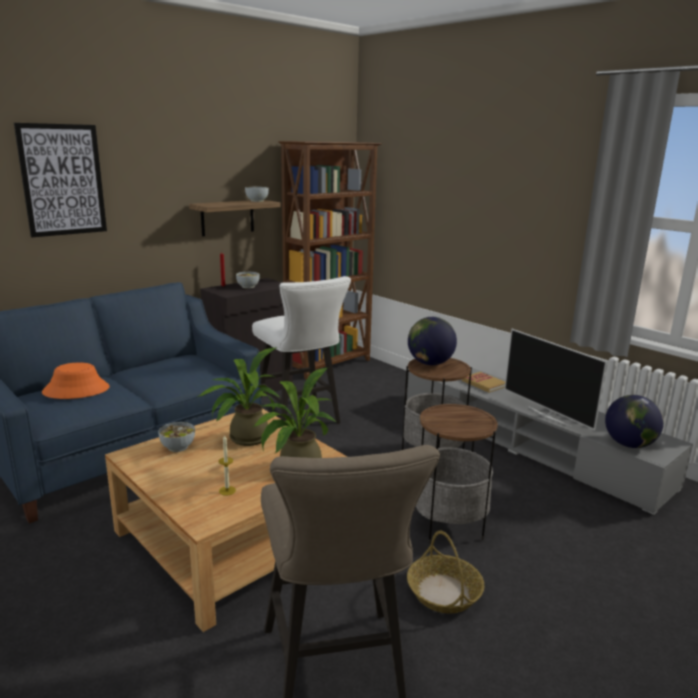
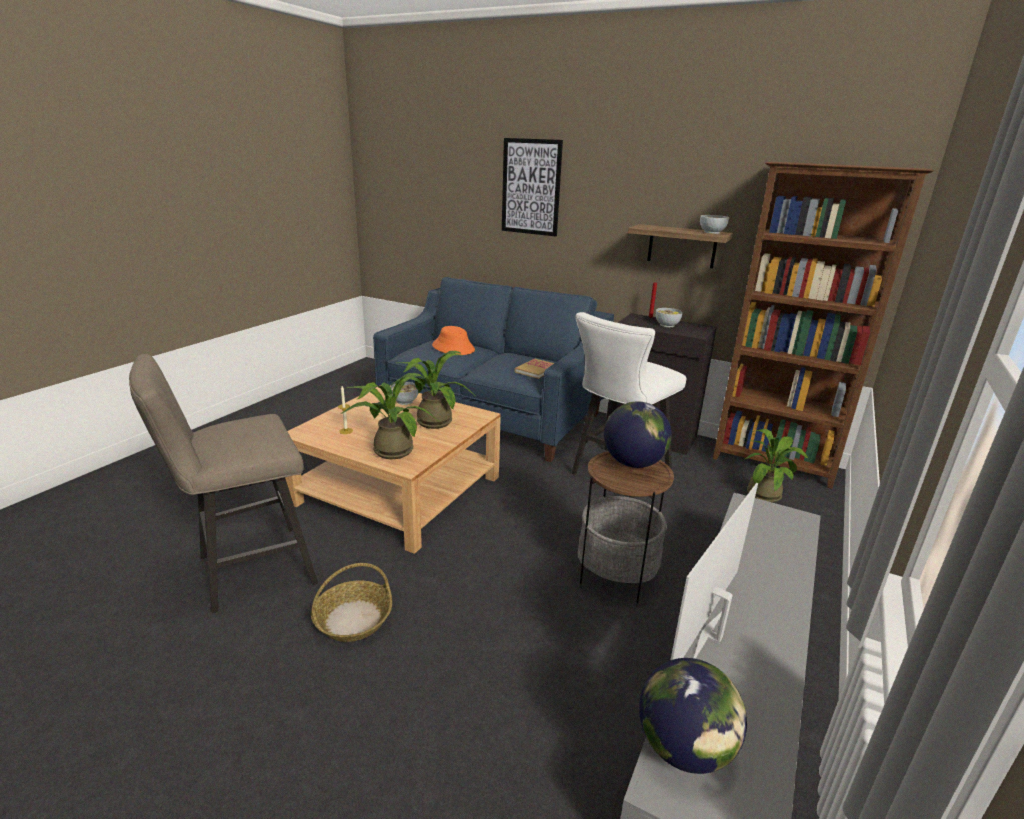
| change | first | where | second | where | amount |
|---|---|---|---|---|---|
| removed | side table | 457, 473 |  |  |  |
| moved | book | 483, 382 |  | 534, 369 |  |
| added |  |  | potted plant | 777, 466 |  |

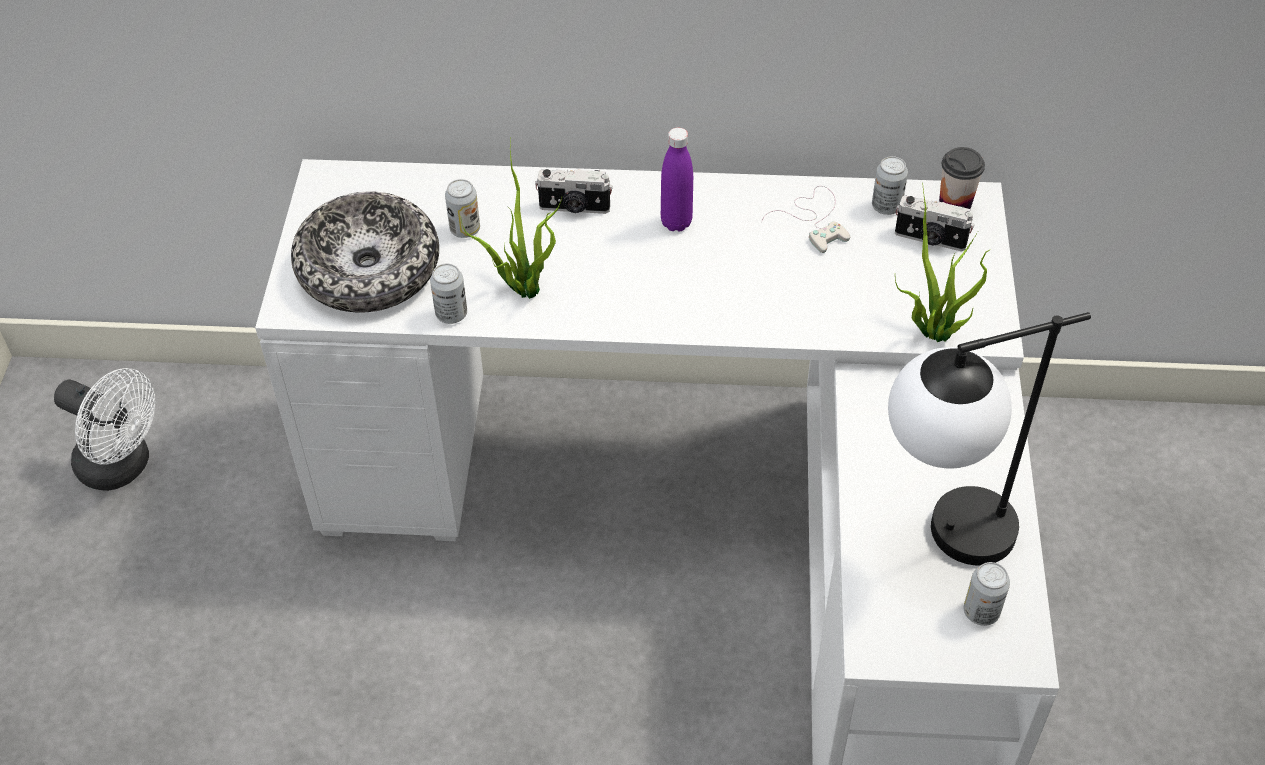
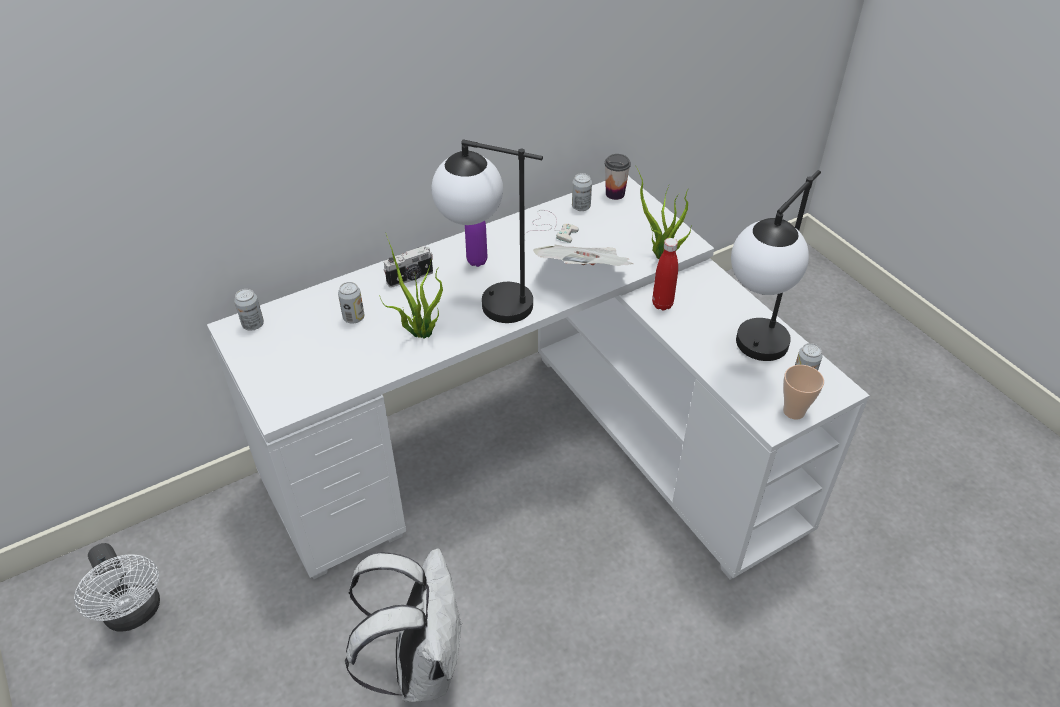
| change | first | where | second | where | amount |
|---|---|---|---|---|---|
| turned | white fan | 104, 429 |  | 117, 587 | 60 degrees clockwise |
| removed | bowl | 365, 252 |  |  |  |
| moved | can | 448, 294 |  | 249, 310 |  |
| removed | photo camera | 934, 223 |  |  |  |
| added |  |  | white backpack | 404, 625 |  |
| added |  |  | table lamp | 487, 231 |  |
| added |  |  | newspaper | 583, 255 |  |
| added |  |  | red bottle | 665, 274 |  |
| added |  |  | cup | 803, 392 |  |

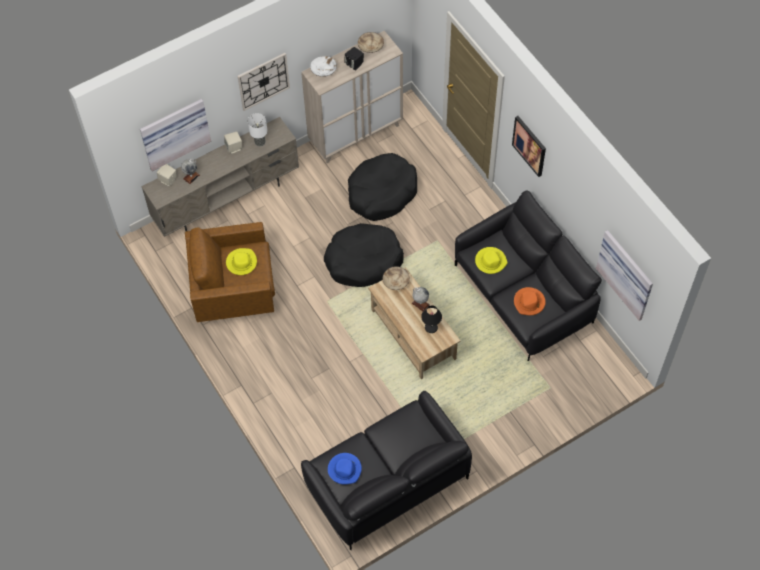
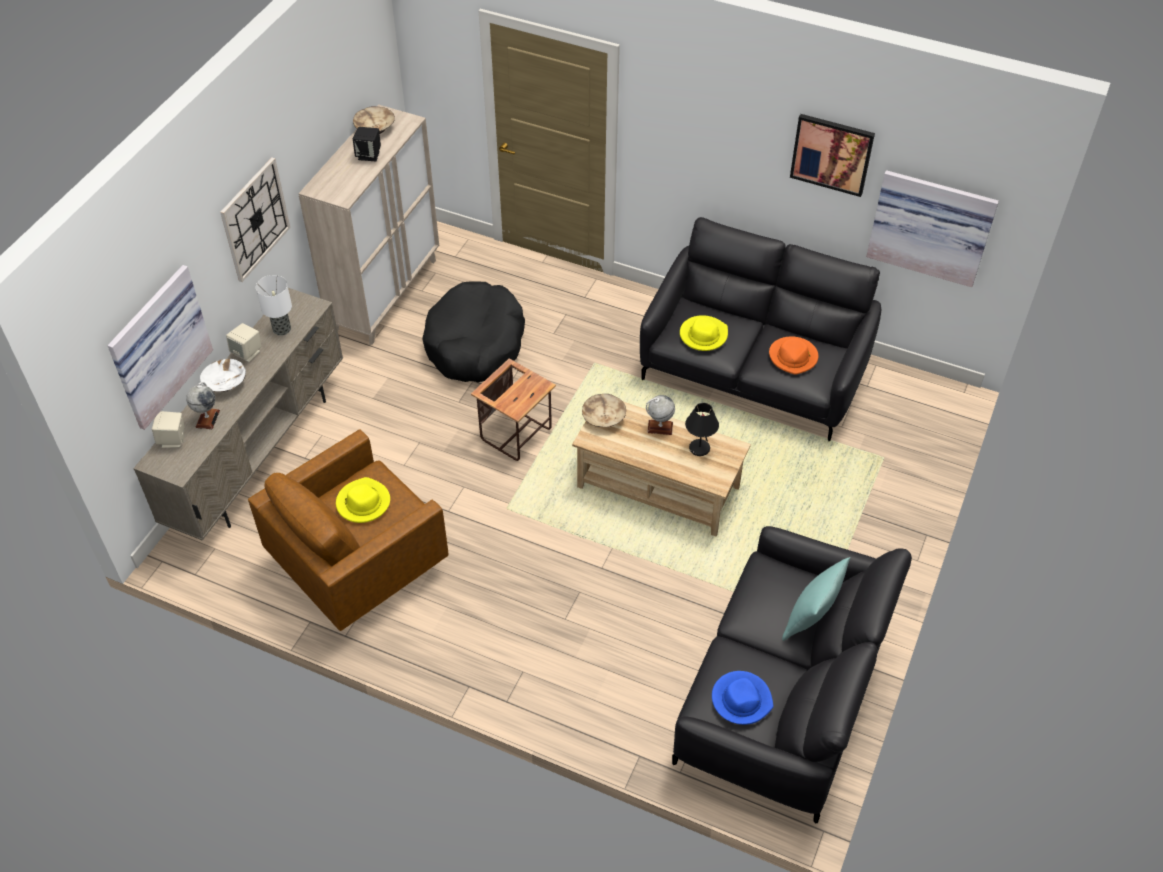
| change | first | where | second | where | amount |
|---|---|---|---|---|---|
| moved | white bowl | 323, 66 |  | 223, 375 |  |
| replaced | black dog bed | 364, 255 | side table | 513, 409 |  |
| moved | picture | 529, 146 |  | 832, 155 |  |
| added |  |  | turquoise pillow | 816, 599 |  |

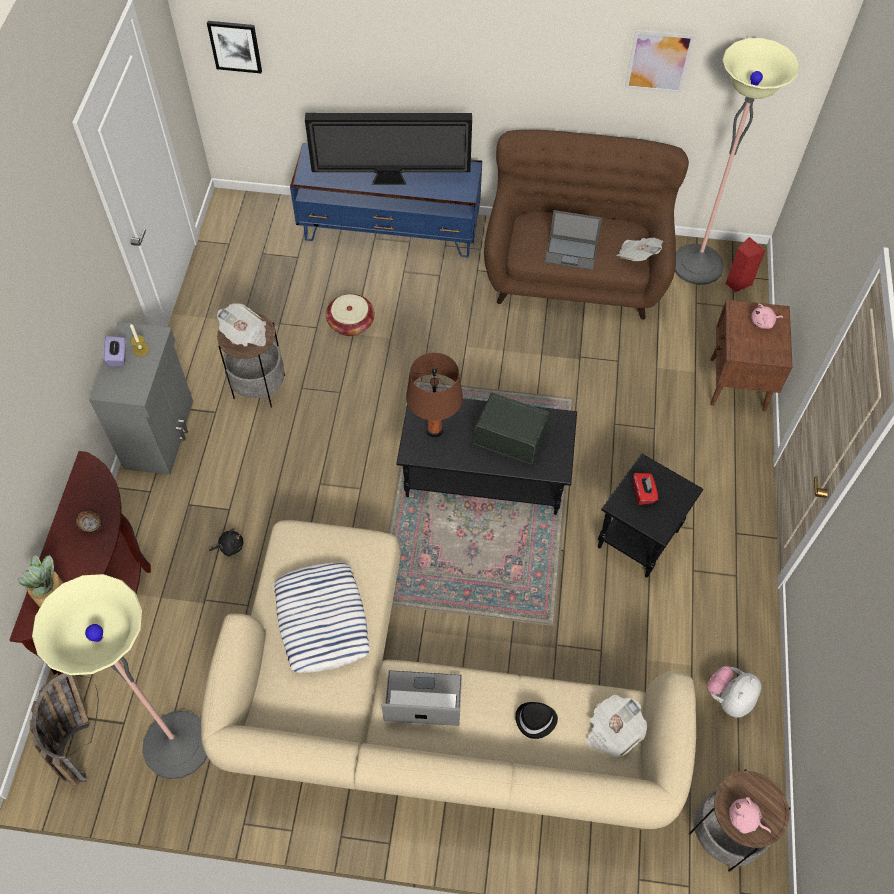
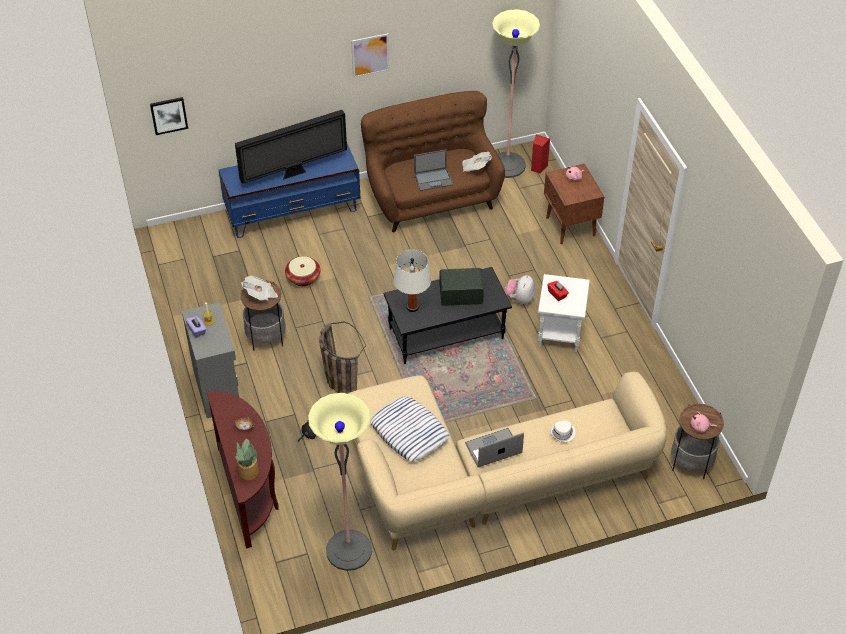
| change | first | where | second | where | amount |
|---|---|---|---|---|---|
| moved | basket | 64, 729 |  | 342, 357 |  |
| recoloured | brown table lamp | 434, 395 | white table lamp | 412, 281 |  |
| recoloured | black hat | 536, 720 | white hat | 563, 431 |  |
| removed | newspaper | 616, 727 |  |  |  |
| recoloured | black side table | 650, 515 | white side table | 564, 313 |  |
| moved | picture | 660, 61 |  | 370, 55 |  |
| moved | plush toy | 734, 692 |  | 520, 289 |  |

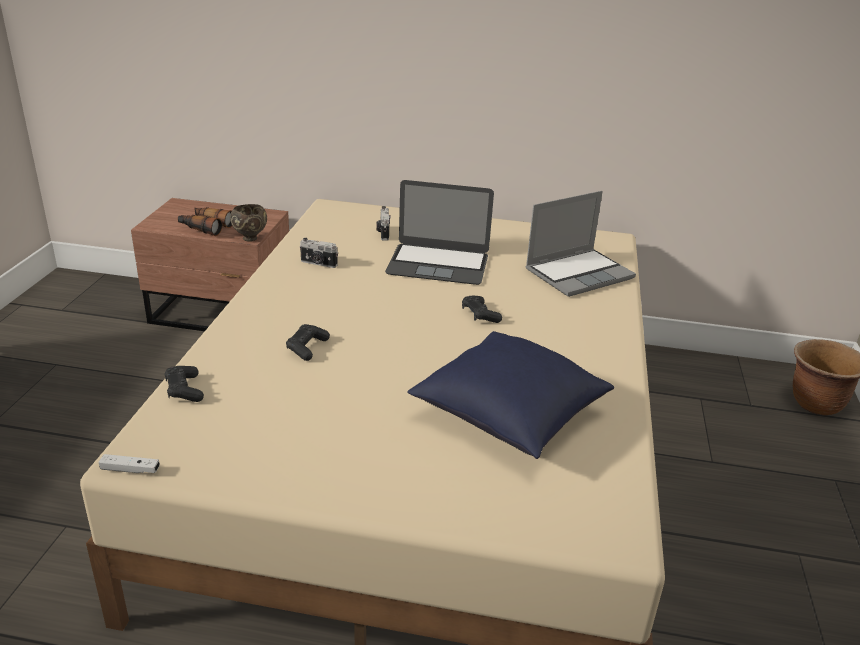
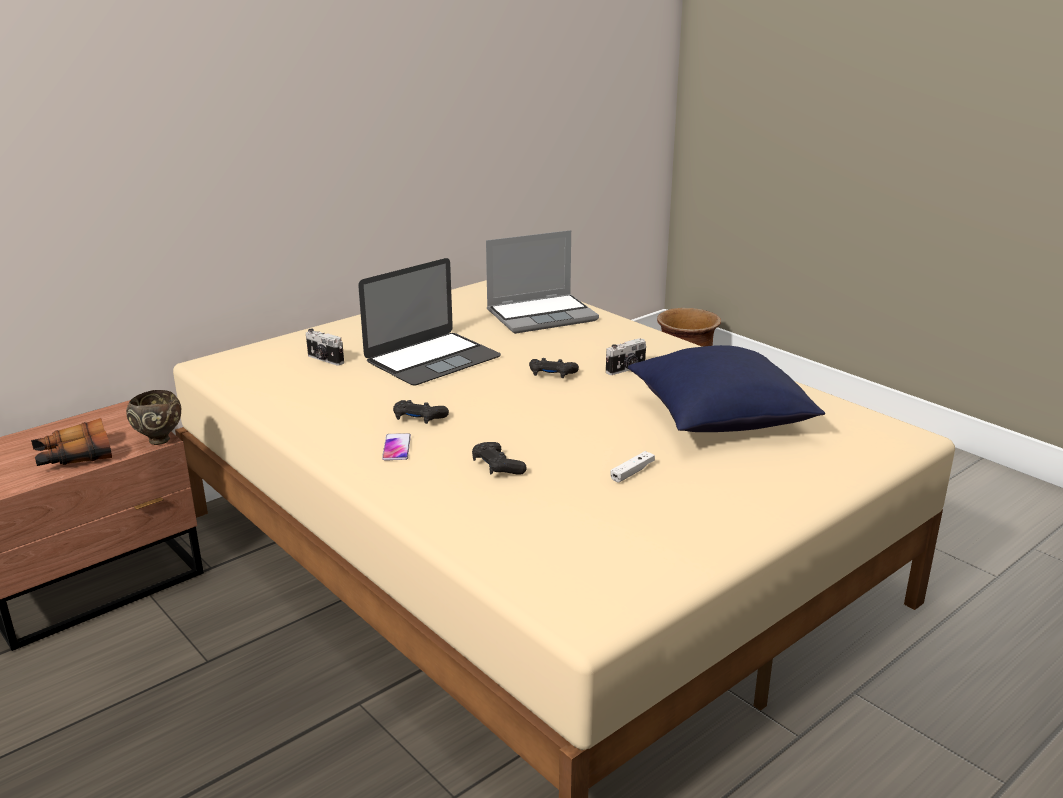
| change | first | where | second | where | amount |
|---|---|---|---|---|---|
| moved | white game controller | 129, 463 |  | 632, 467 |  |
| moved | black game controller | 184, 384 |  | 421, 412 |  |
| moved | photo camera | 319, 253 |  | 626, 356 |  |
| turned | laptop | 580, 244 |  | 542, 282 | 60 degrees clockwise |
| added |  |  | phone | 396, 447 |  |

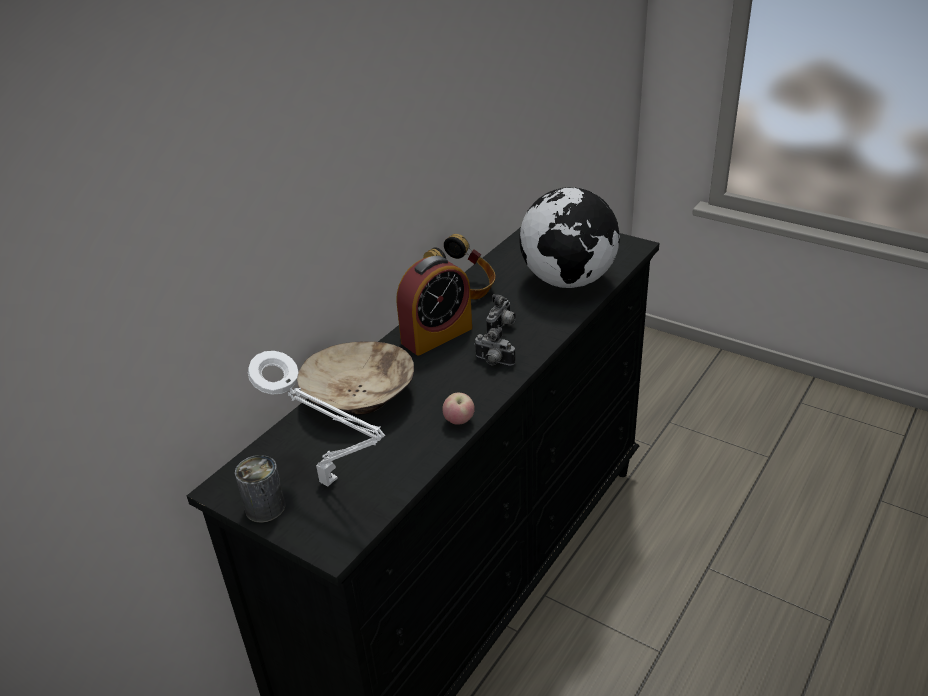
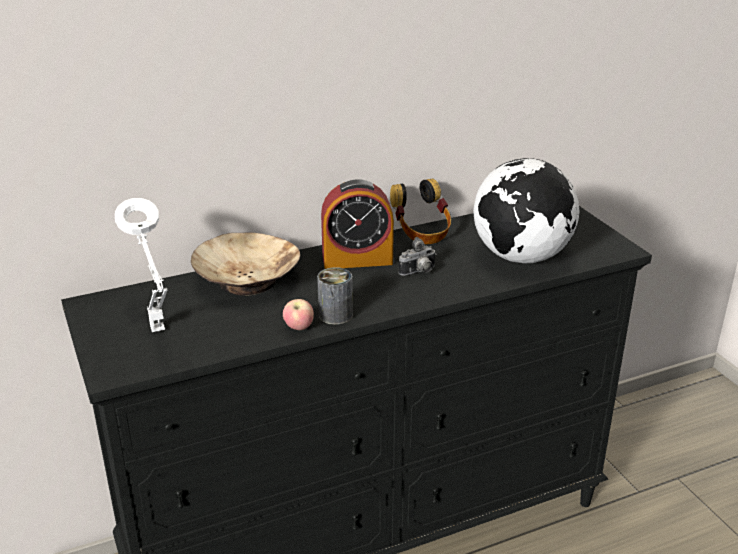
| change | first | where | second | where | amount |
|---|---|---|---|---|---|
| moved | can | 260, 489 |  | 335, 296 |  |
| removed | photo camera | 494, 346 |  |  |  |

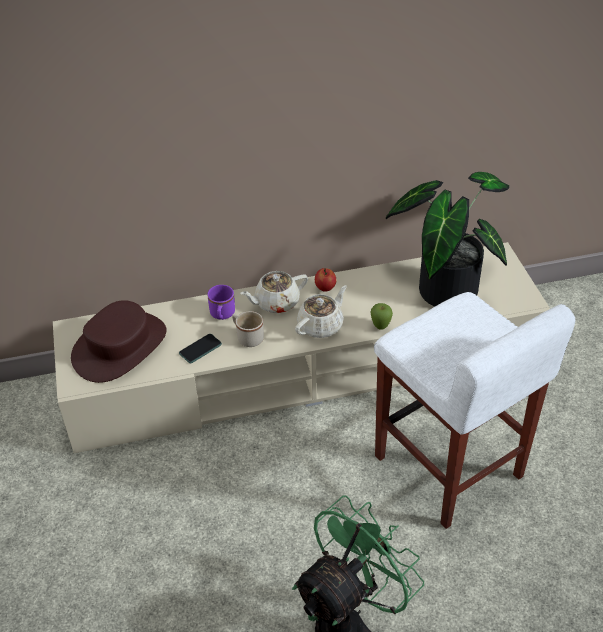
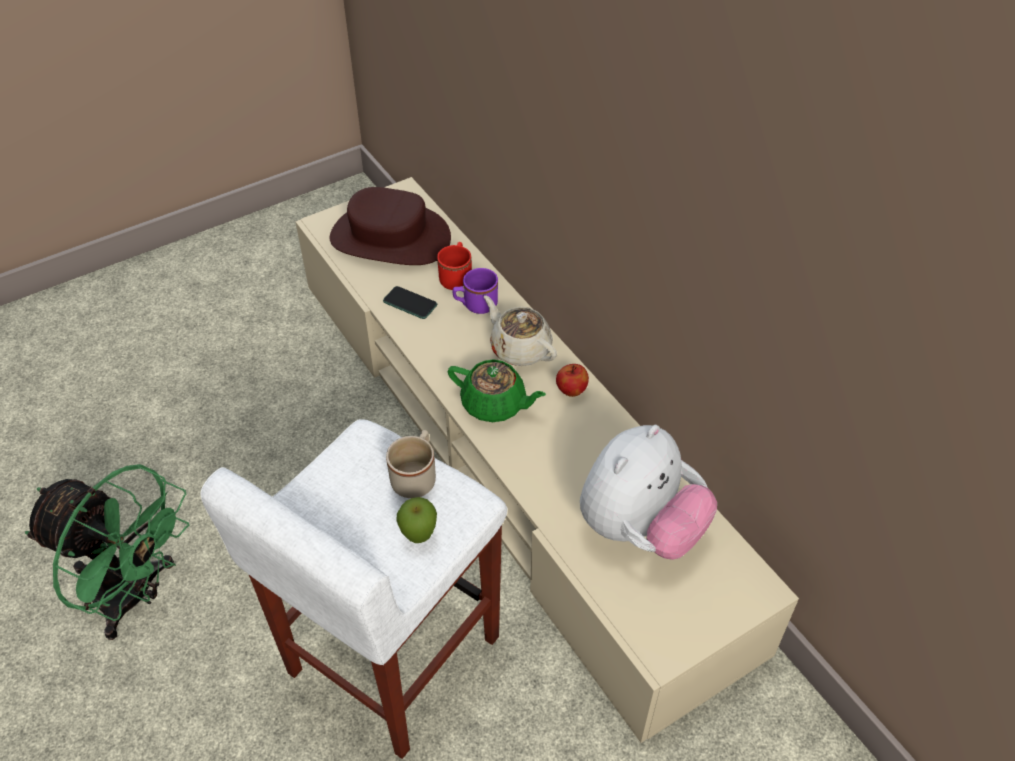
| change | first | where | second | where | amount |
|---|---|---|---|---|---|
| moved | beige mug | 248, 329 |  | 411, 464 |  |
| recoloured | beige teapot | 321, 311 | green teapot | 497, 390 |  |
| moved | apple | 381, 316 |  | 416, 520 |  |
| replaced | potted plant | 447, 239 | plush toy | 648, 492 |  |
| added |  |  | red mug | 454, 266 |  |

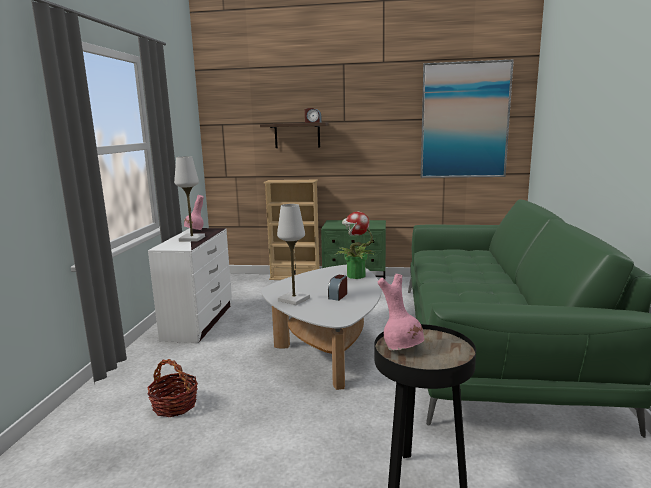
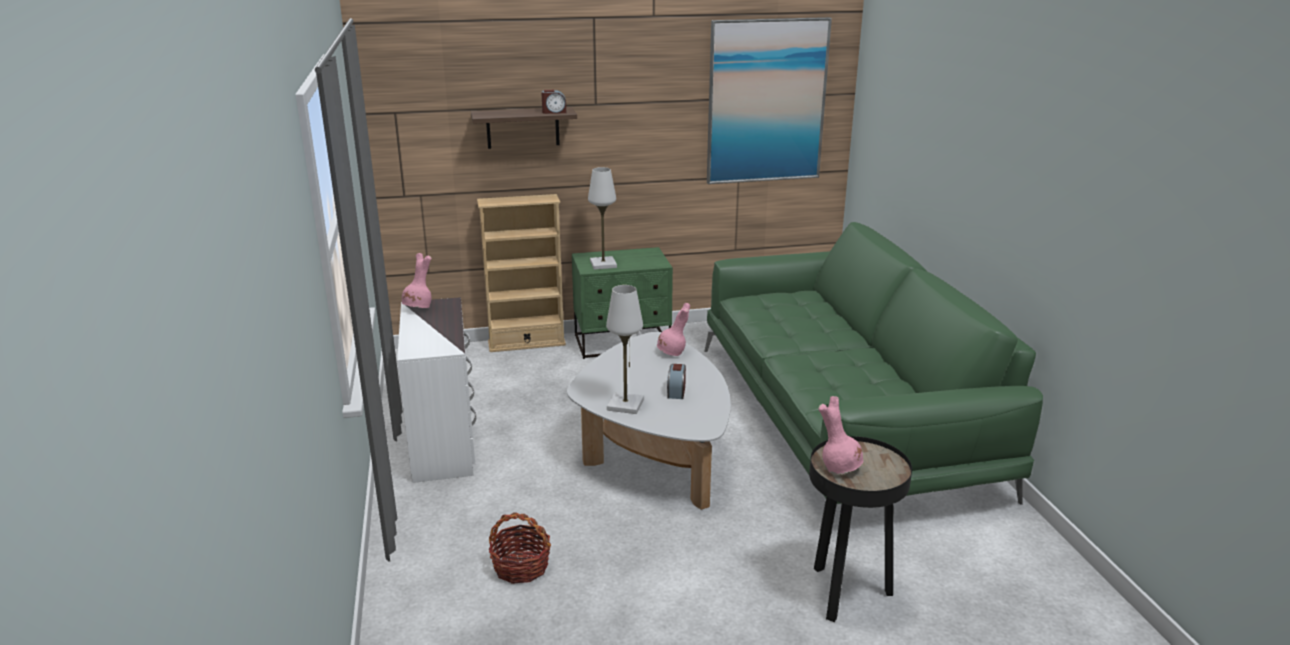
| change | first | where | second | where | amount |
|---|---|---|---|---|---|
| moved | white table lamp | 189, 199 |  | 602, 218 |  |
| replaced | potted plant | 355, 245 | pink vase | 673, 329 |  |

